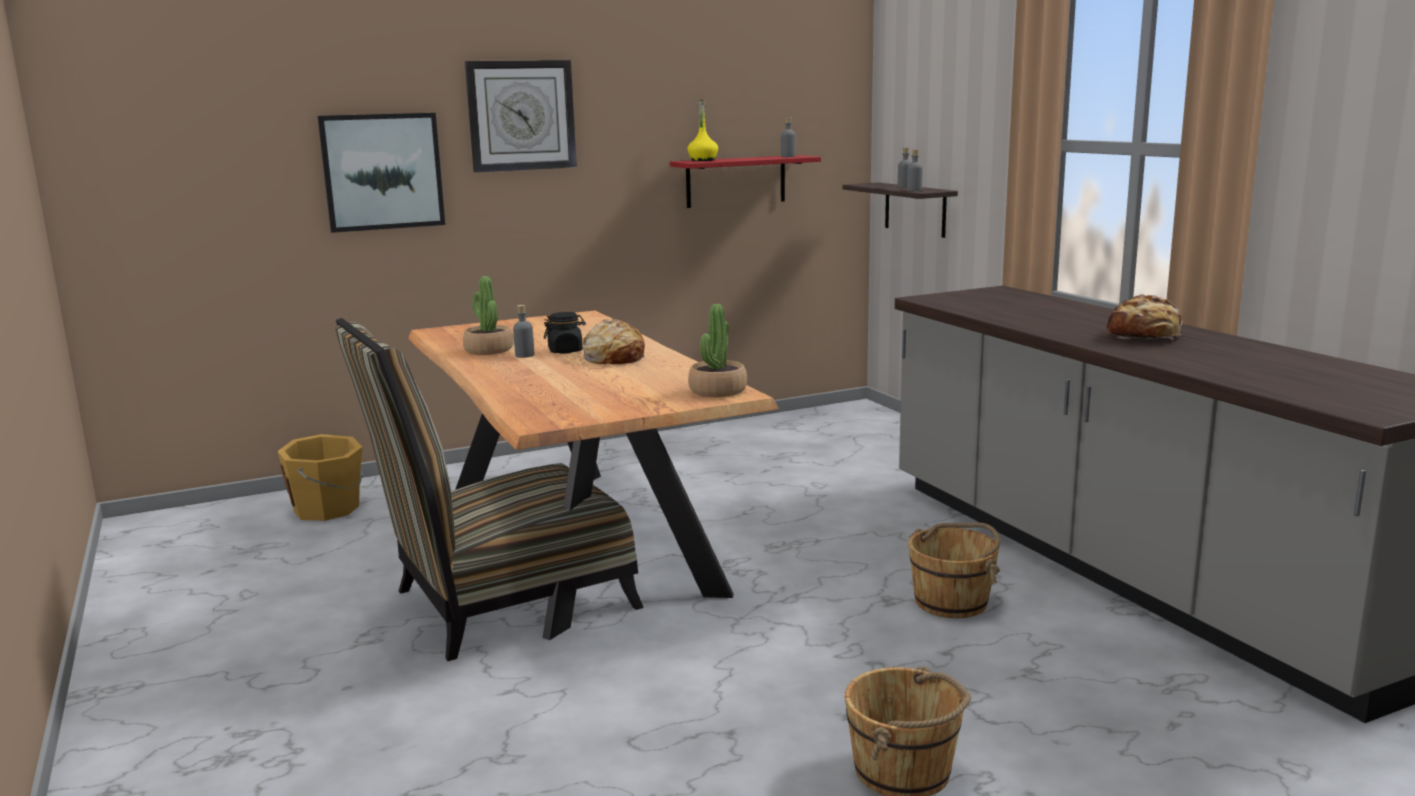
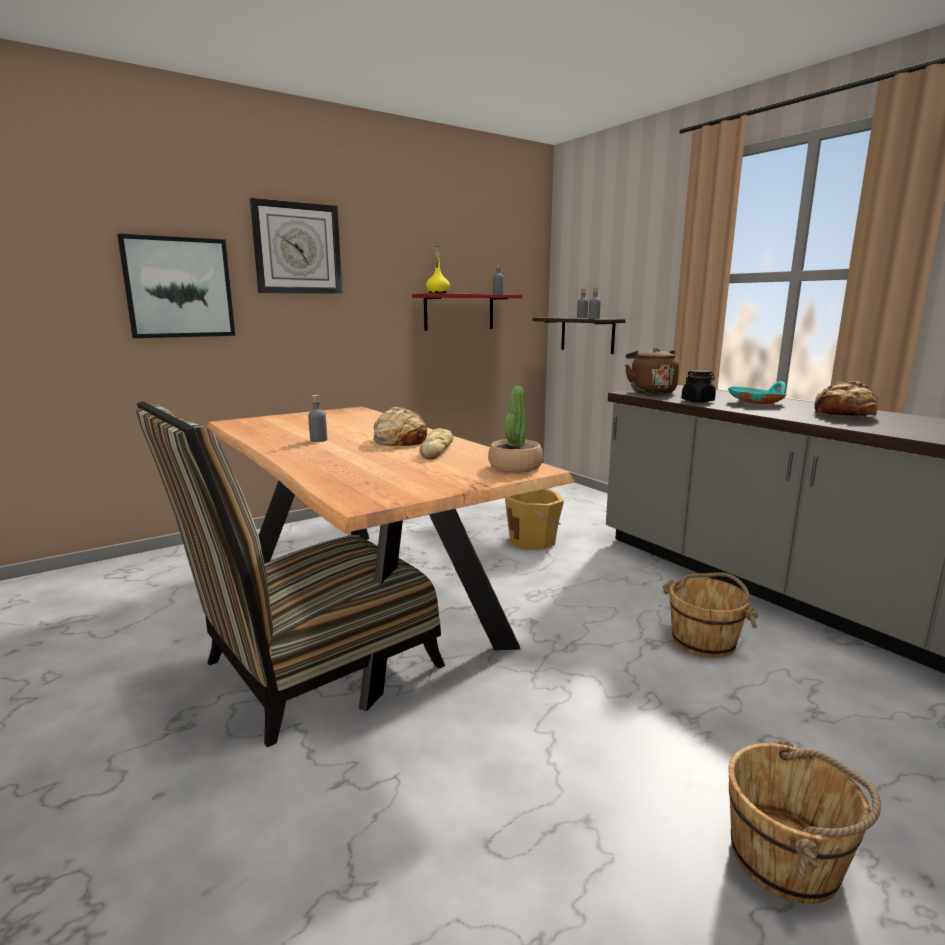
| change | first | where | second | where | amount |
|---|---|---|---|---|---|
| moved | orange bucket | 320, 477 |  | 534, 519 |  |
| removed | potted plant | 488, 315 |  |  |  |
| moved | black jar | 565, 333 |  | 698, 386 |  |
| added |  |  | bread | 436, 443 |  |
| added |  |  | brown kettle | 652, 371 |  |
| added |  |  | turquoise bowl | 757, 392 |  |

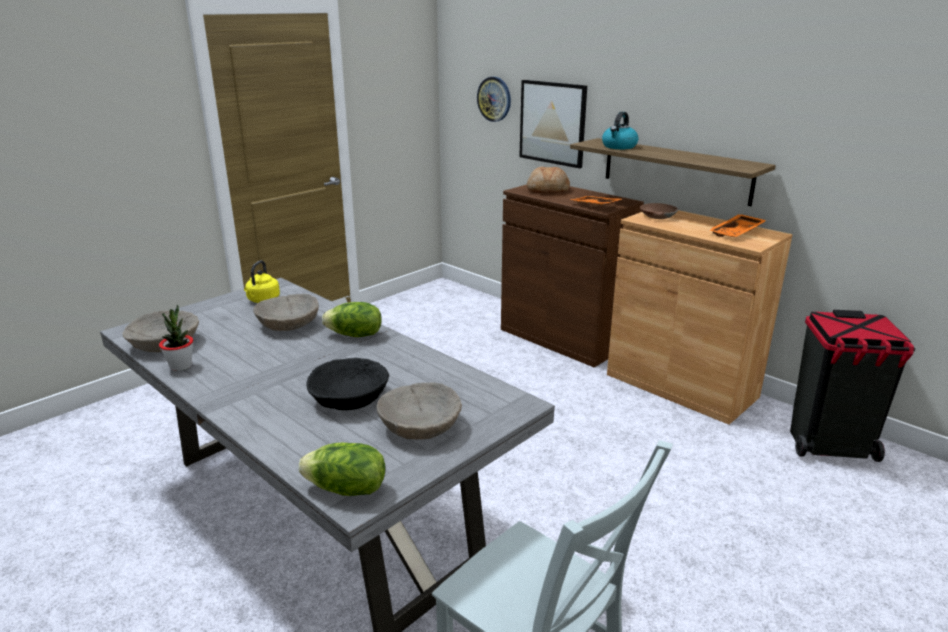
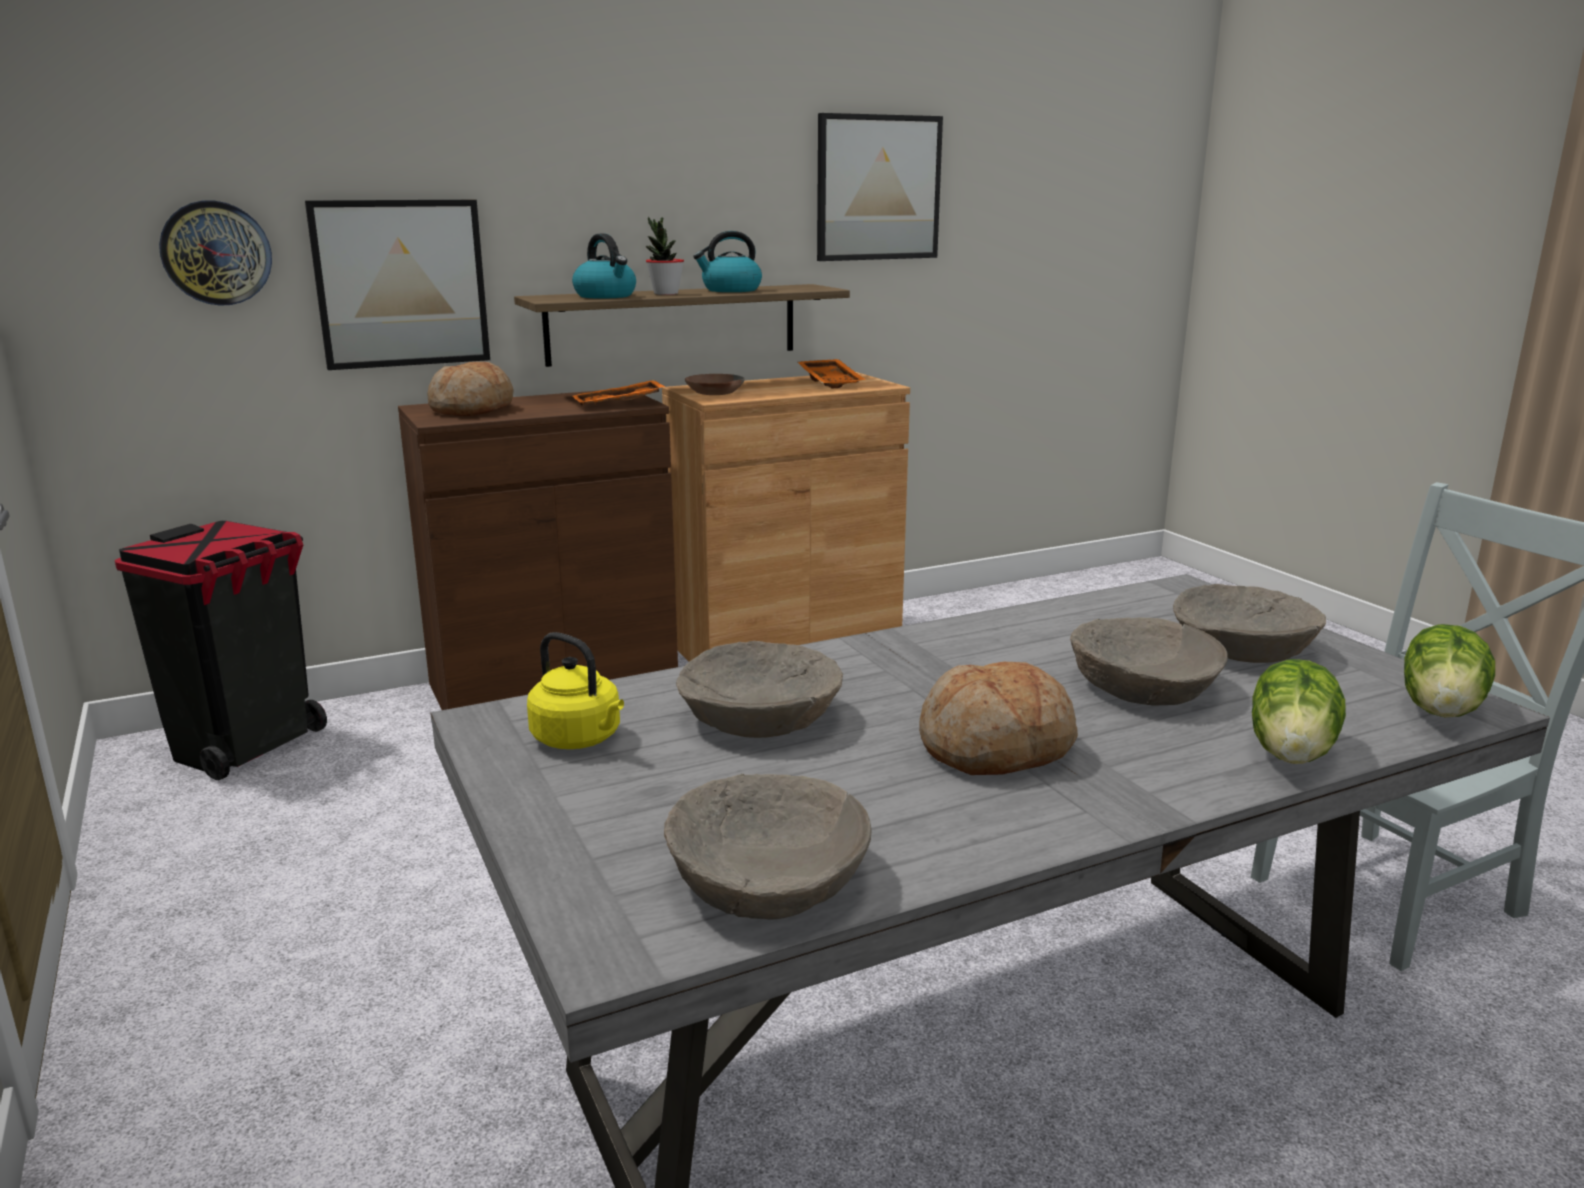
| change | first | where | second | where | amount |
|---|---|---|---|---|---|
| moved | potted plant | 176, 338 |  | 665, 256 |  |
| recoloured | black bowl | 347, 384 | beige bowl | 1149, 661 |  |
| moved | lettuce | 352, 319 |  | 1299, 711 |  |
| moved | black trash can | 852, 386 |  | 221, 650 |  |
| added |  |  | kettle | 727, 261 |  |
| added |  |  | picture | 880, 187 |  |
| added |  |  | bread | 998, 718 |  |

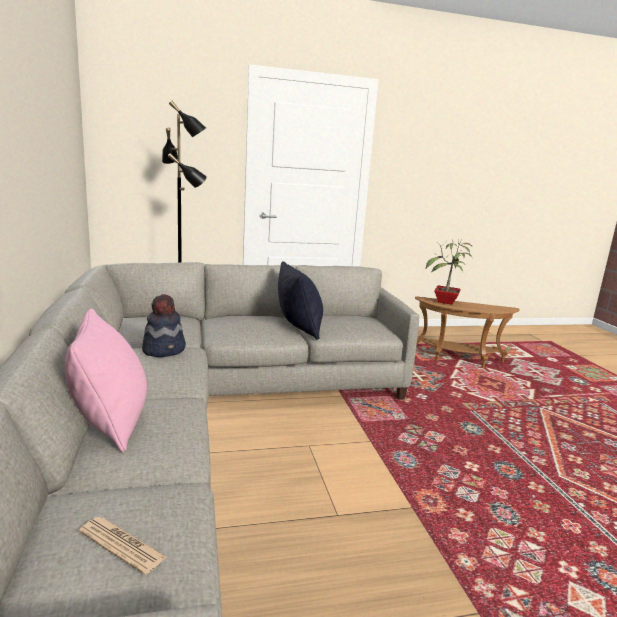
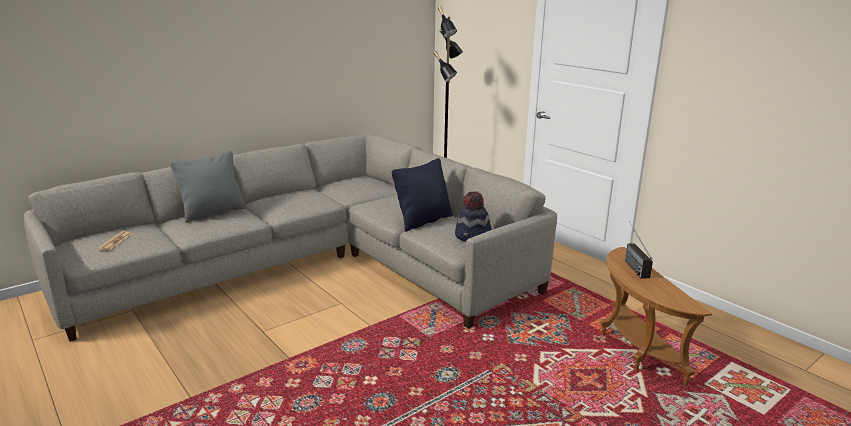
| change | first | where | second | where | amount |
|---|---|---|---|---|---|
| recoloured | pink pillow | 106, 380 | grey pillow | 208, 187 |  |
| moved | hat | 164, 325 |  | 473, 216 |  |
| replaced | potted plant | 449, 272 | radio | 639, 250 |  |

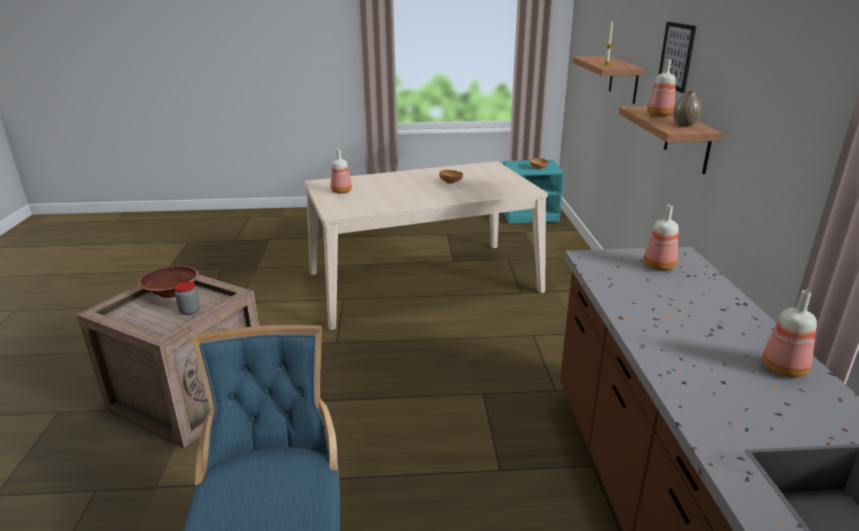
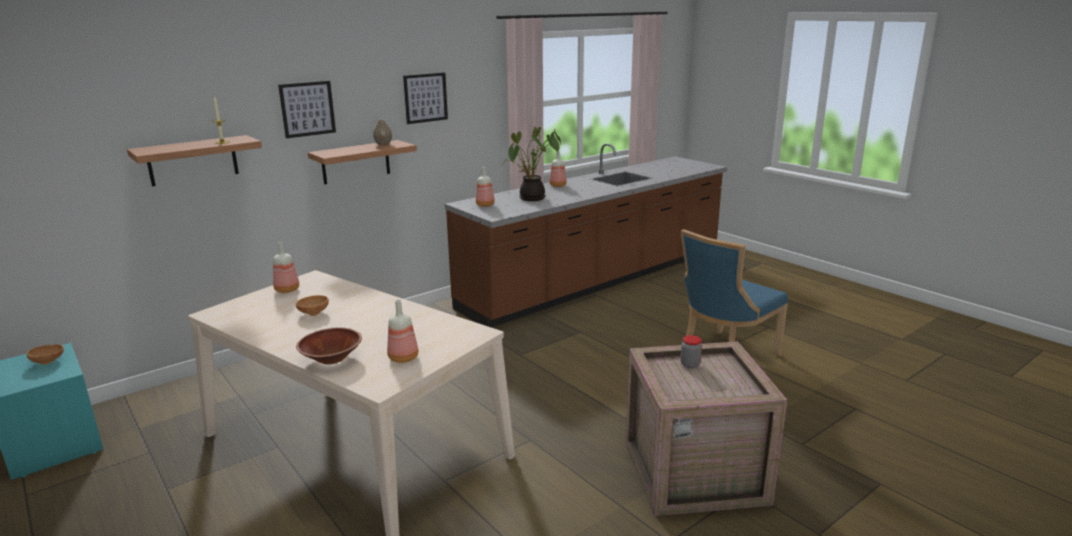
| change | first | where | second | where | amount |
|---|---|---|---|---|---|
| moved | brown bowl | 168, 282 |  | 329, 345 |  |
| moved | bottle | 661, 87 |  | 286, 267 |  |
| added |  |  | picture | 425, 98 |  |
| added |  |  | potted plant | 532, 164 |  |

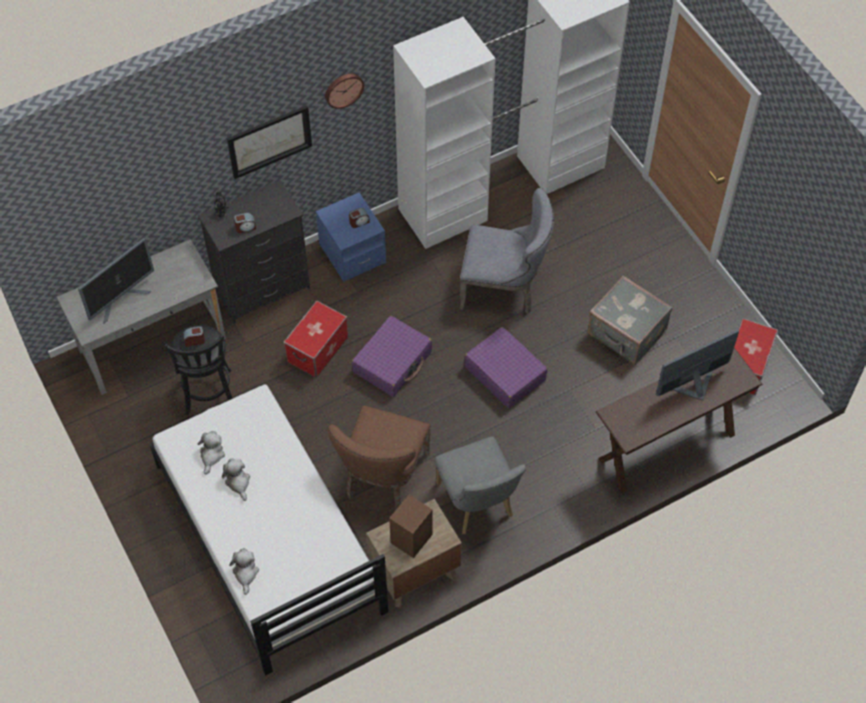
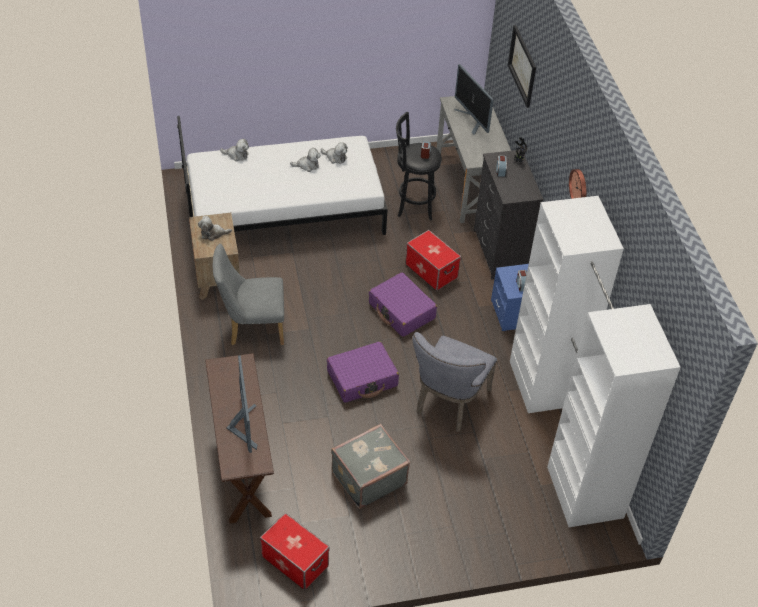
| change | first | where | second | where | amount |
|---|---|---|---|---|---|
| moved | picture | 269, 142 |  | 522, 66 |  |
| removed | brown chair | 379, 458 |  |  |  |
| replaced | brown speaker | 410, 526 | plush toy | 215, 228 |  |

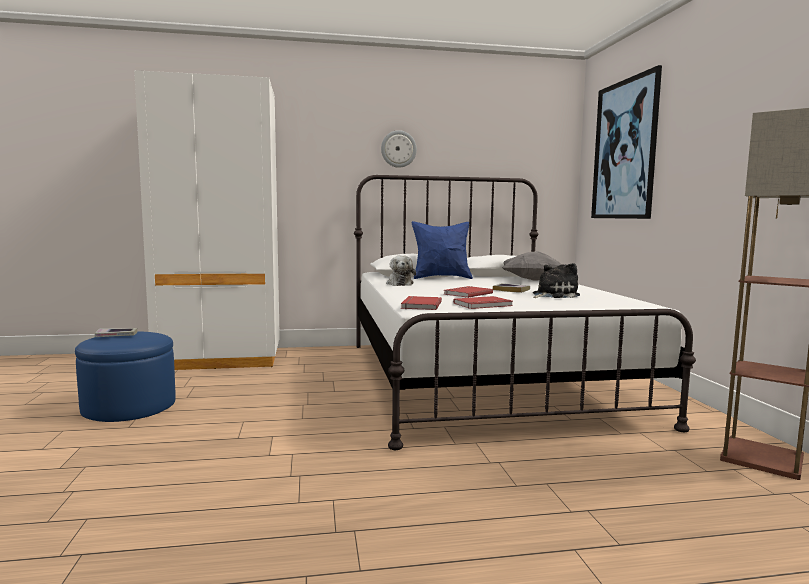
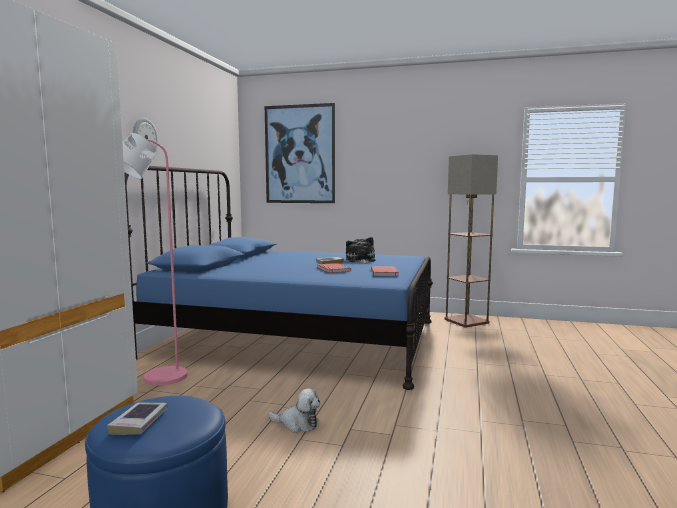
| change | first | where | second | where | amount |
|---|---|---|---|---|---|
| recoloured | white bed | 525, 312 | blue bed | 278, 278 |  |
| moved | plush toy | 401, 270 |  | 294, 410 |  |
| removed | red book | 421, 303 |  |  |  |
| removed | blue pillow | 442, 250 |  |  |  |
| removed | grey pillow | 531, 266 |  |  |  |
| added |  |  | pink floor lamp | 155, 259 |  |

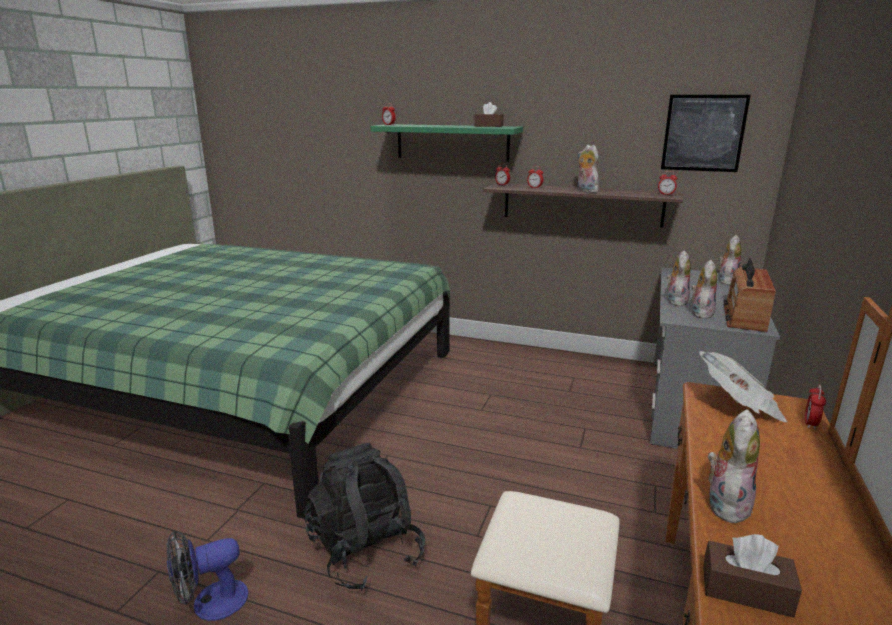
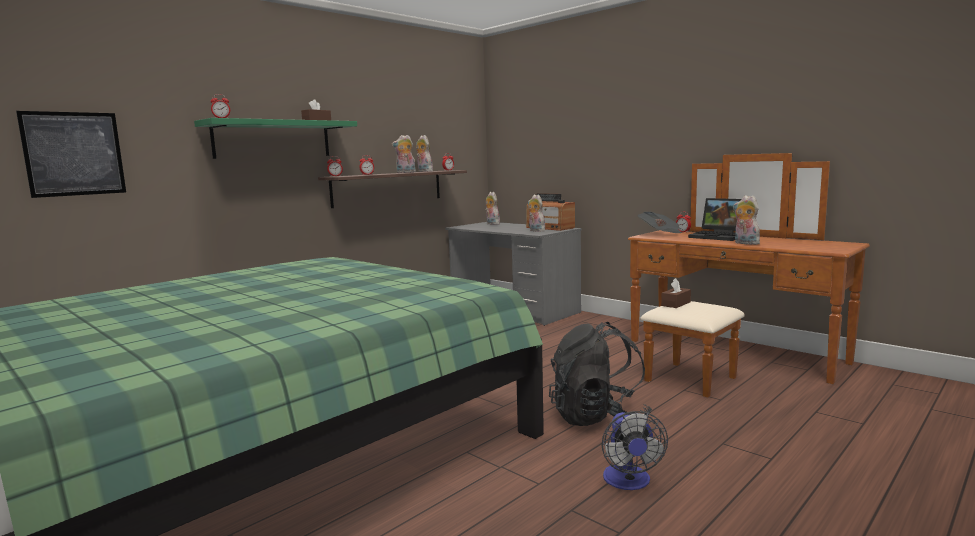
| change | first | where | second | where | amount |
|---|---|---|---|---|---|
| moved | picture | 706, 133 |  | 71, 154 |  |
| moved | plush toy | 678, 278 |  | 425, 153 |  |
| moved | brown tissue box | 752, 576 |  | 676, 293 |  |
| added |  |  | laptop | 714, 219 |  |

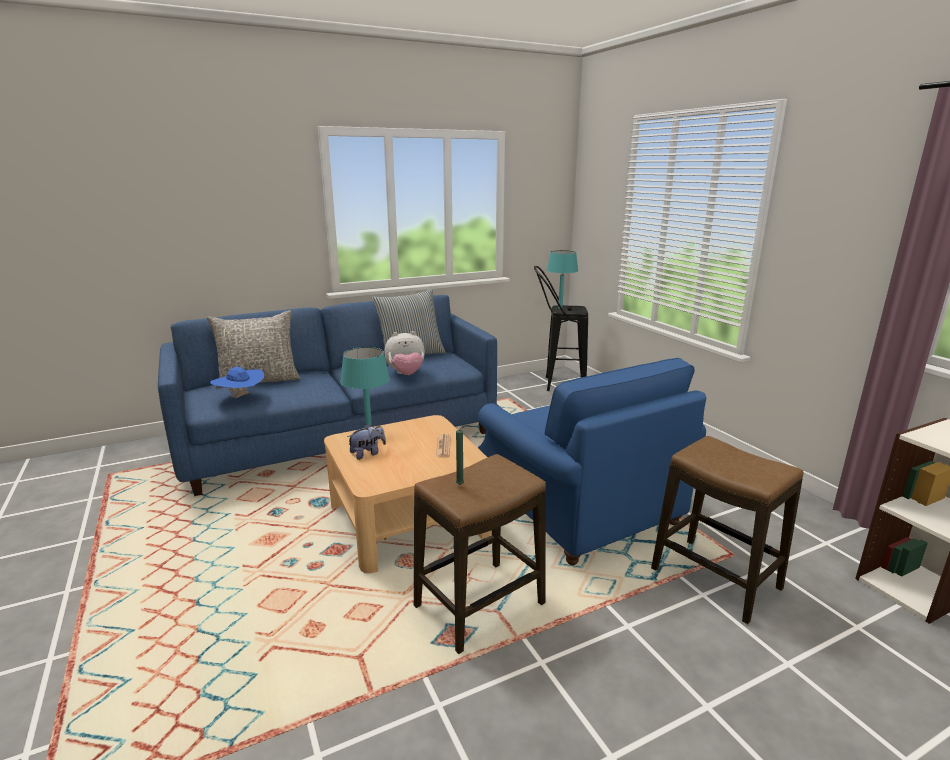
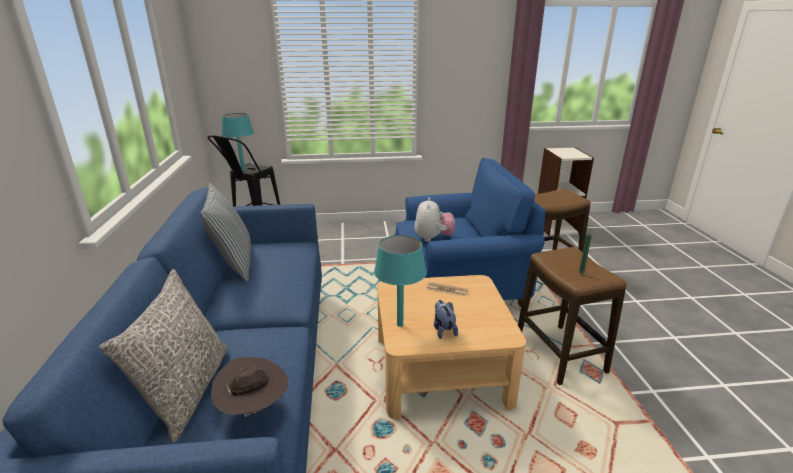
| change | first | where | second | where | amount |
|---|---|---|---|---|---|
| recoloured | blue hat | 237, 382 | brown hat | 249, 387 |  |
| moved | plush toy | 404, 353 |  | 434, 219 |  |

